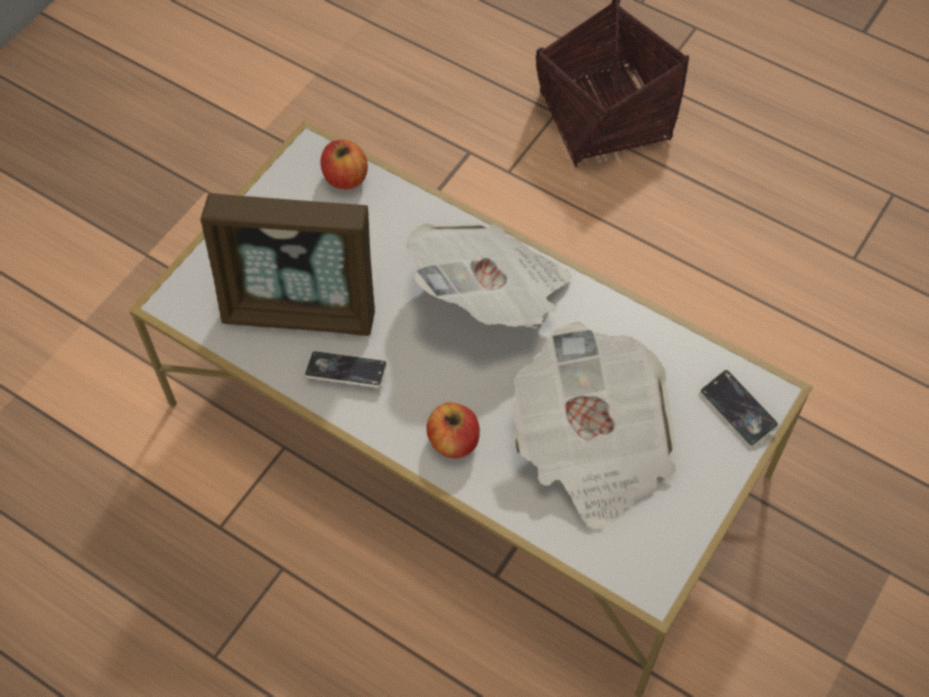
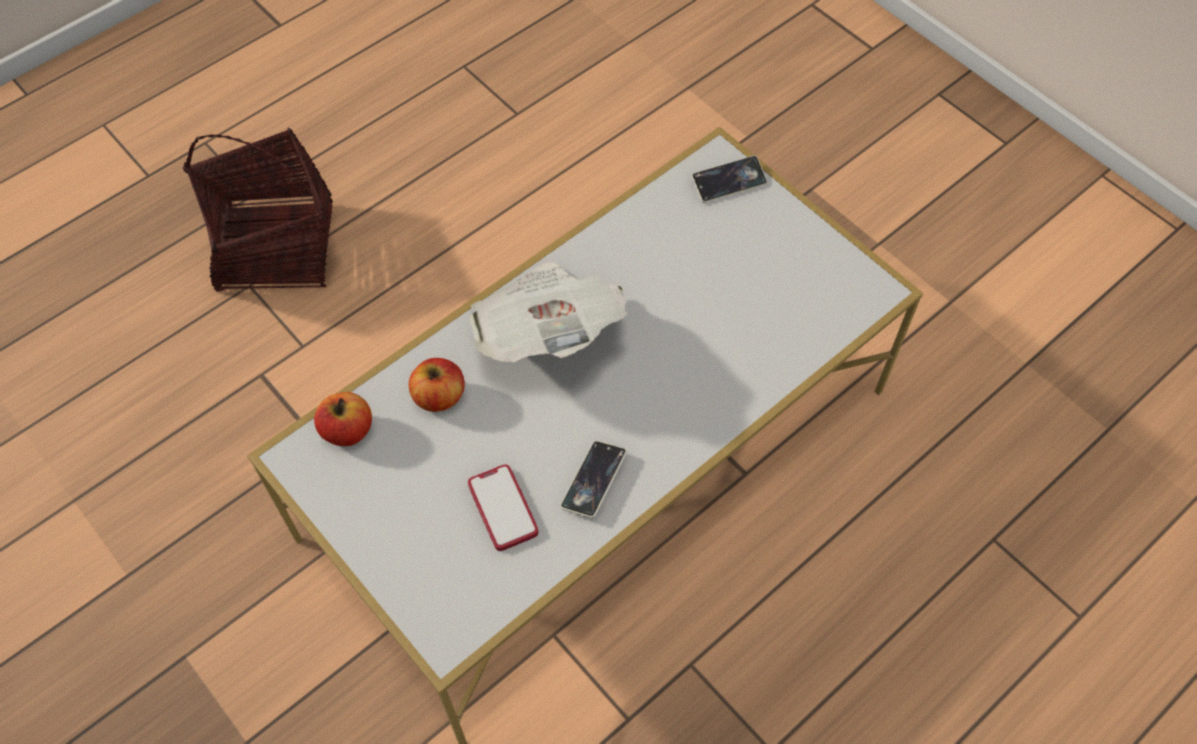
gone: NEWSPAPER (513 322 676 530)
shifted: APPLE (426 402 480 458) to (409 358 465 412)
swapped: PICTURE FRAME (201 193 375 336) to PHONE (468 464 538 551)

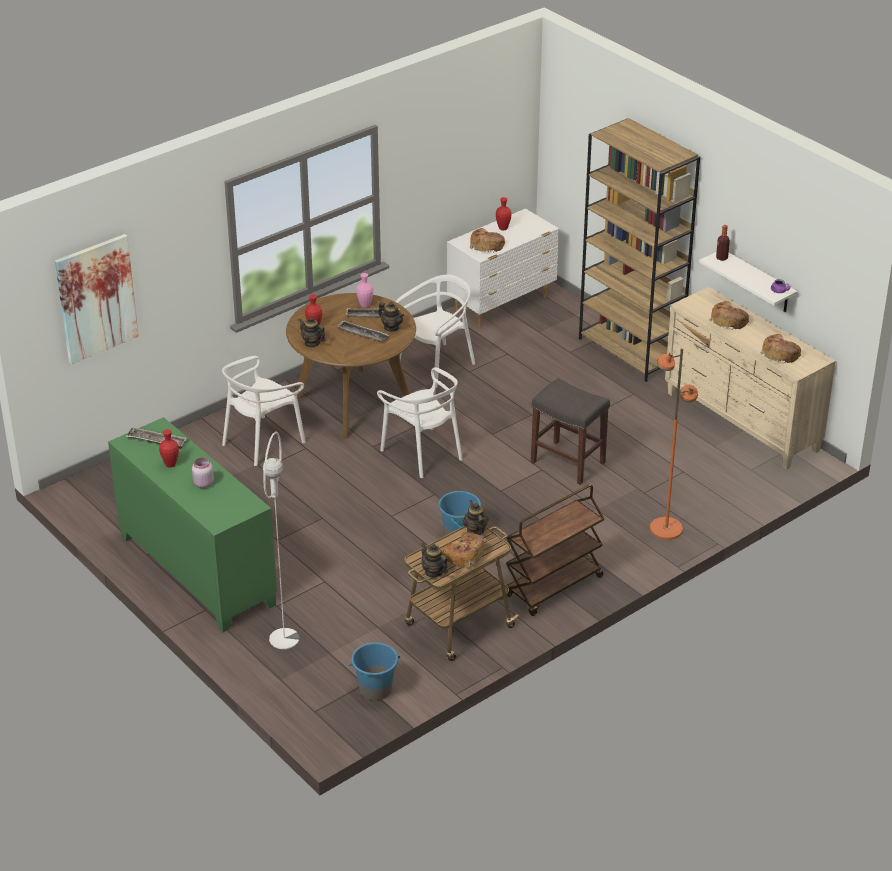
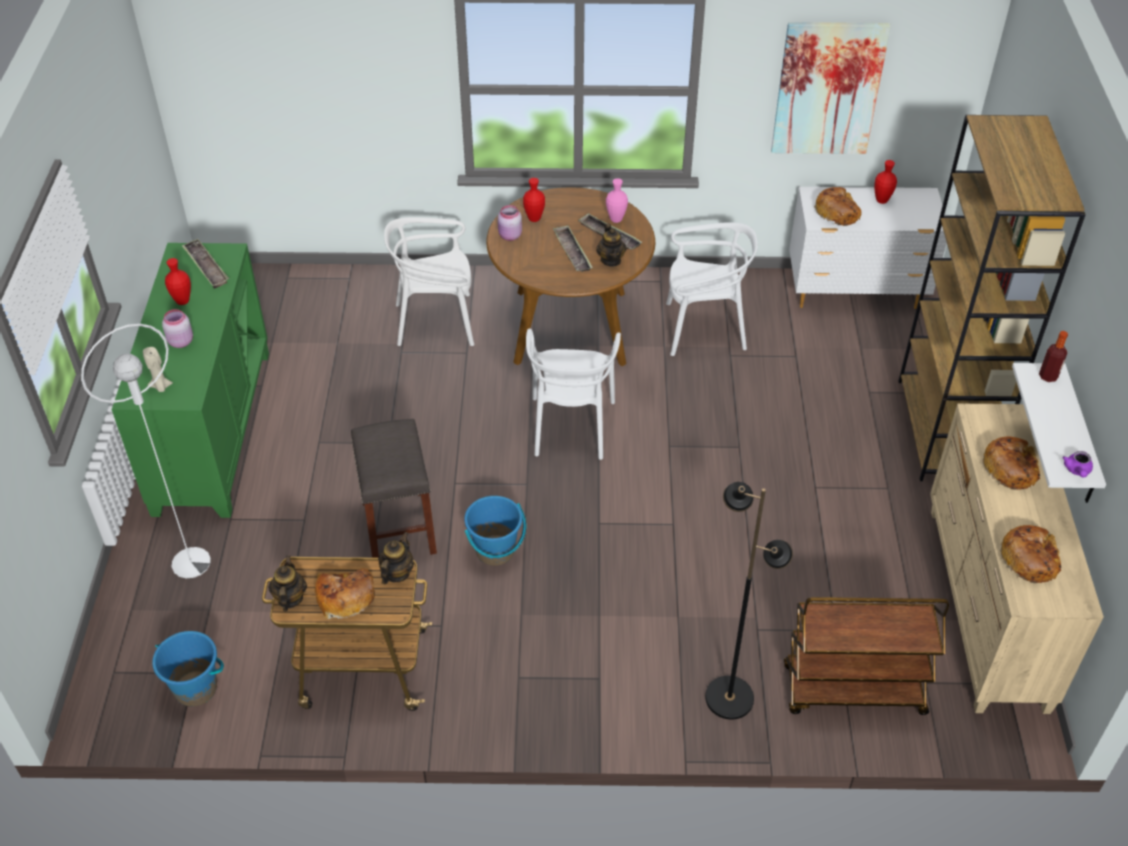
new: BEIGE CANDLE (143 347 173 392)
shifted: GREY STOOL (531 378 610 485) to (351 419 437 558); PICTURE (55 234 139 364) to (771 22 891 154); BROWN CART (506 484 604 616) to (784 597 949 715)
swapped: TEAPOT (299 317 326 348) to PINK JAR (498 205 522 241)
repainted: ORANGE FLOOR LAMP (650 348 698 540) to BLACK FLOOR LAMP (705 482 793 719)

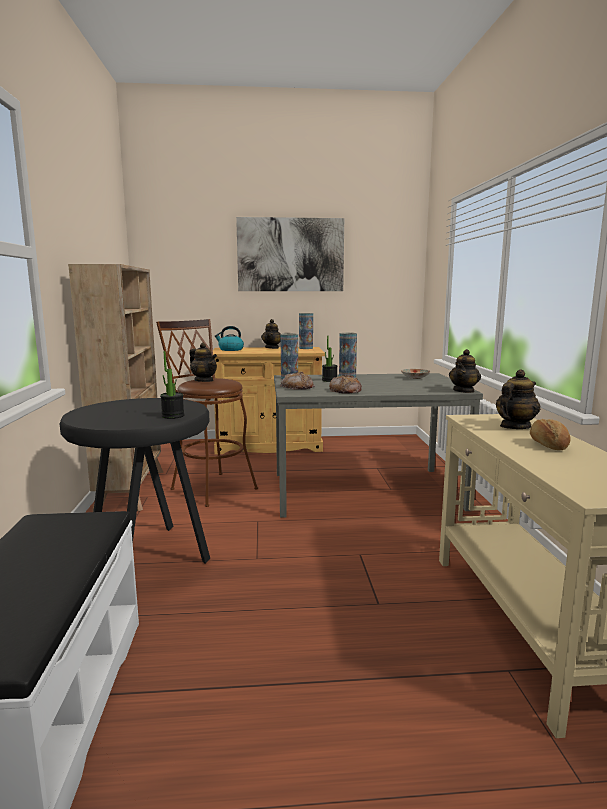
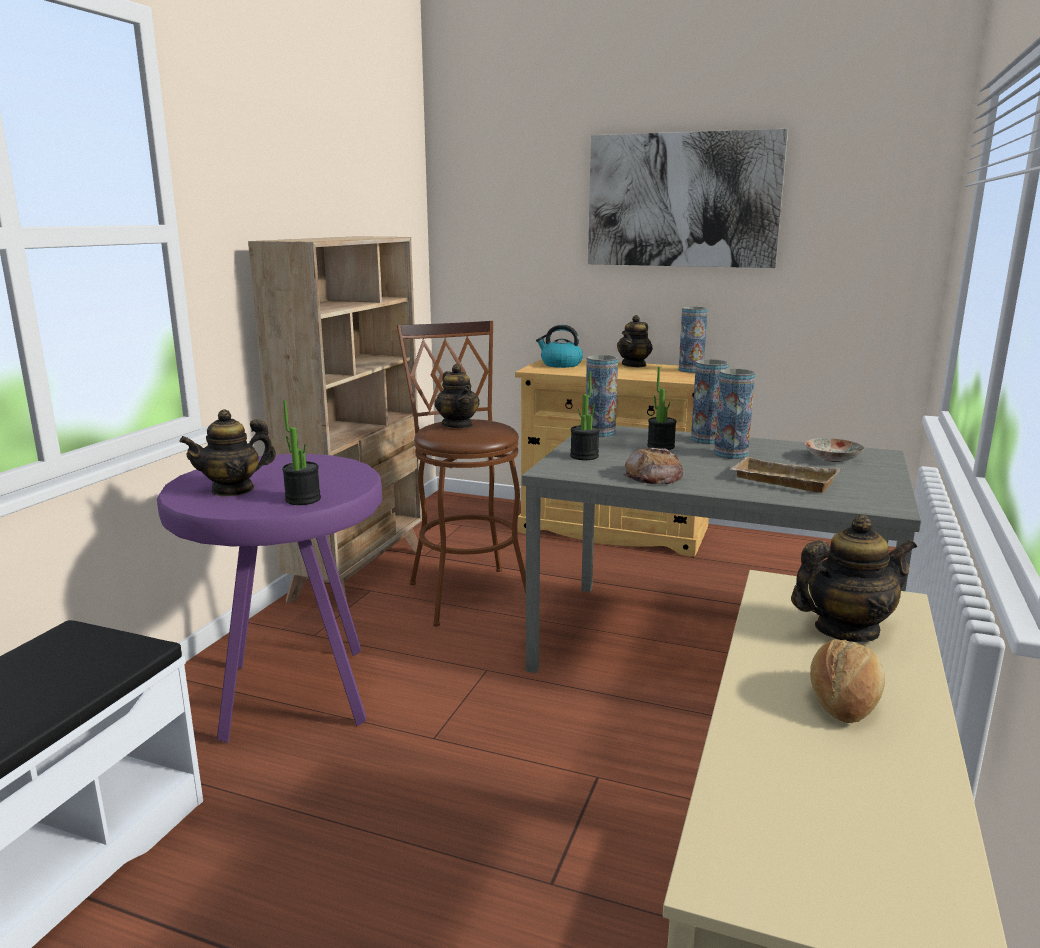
new: VASE (714 369 755 459); BEIGE TRAY (731 456 840 493)
shifted: TEAPOT (449 349 481 393) to (179 409 276 497)
swapped: BREAD (280 372 315 389) to POTTED PLANT (570 371 600 460)
repainted: BLACK STOOL (60 398 210 564) to PURPLE STOOL (157 454 382 743)

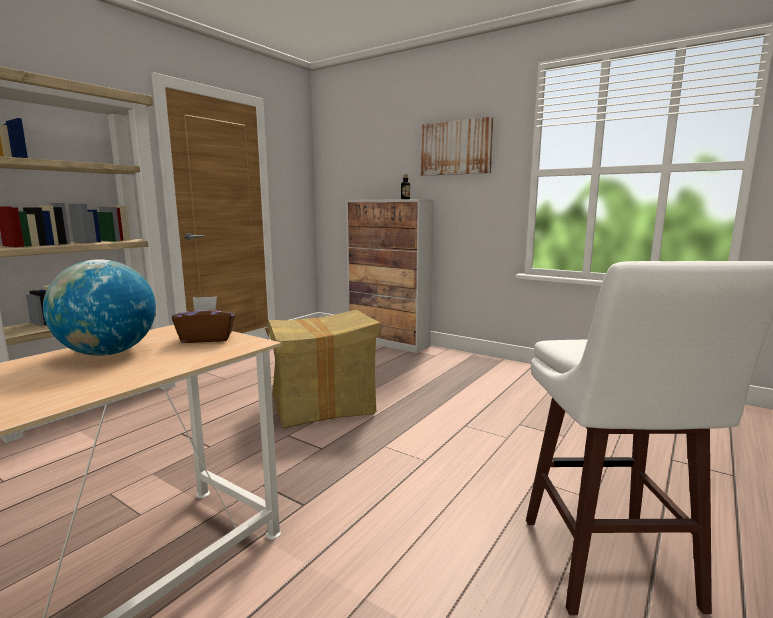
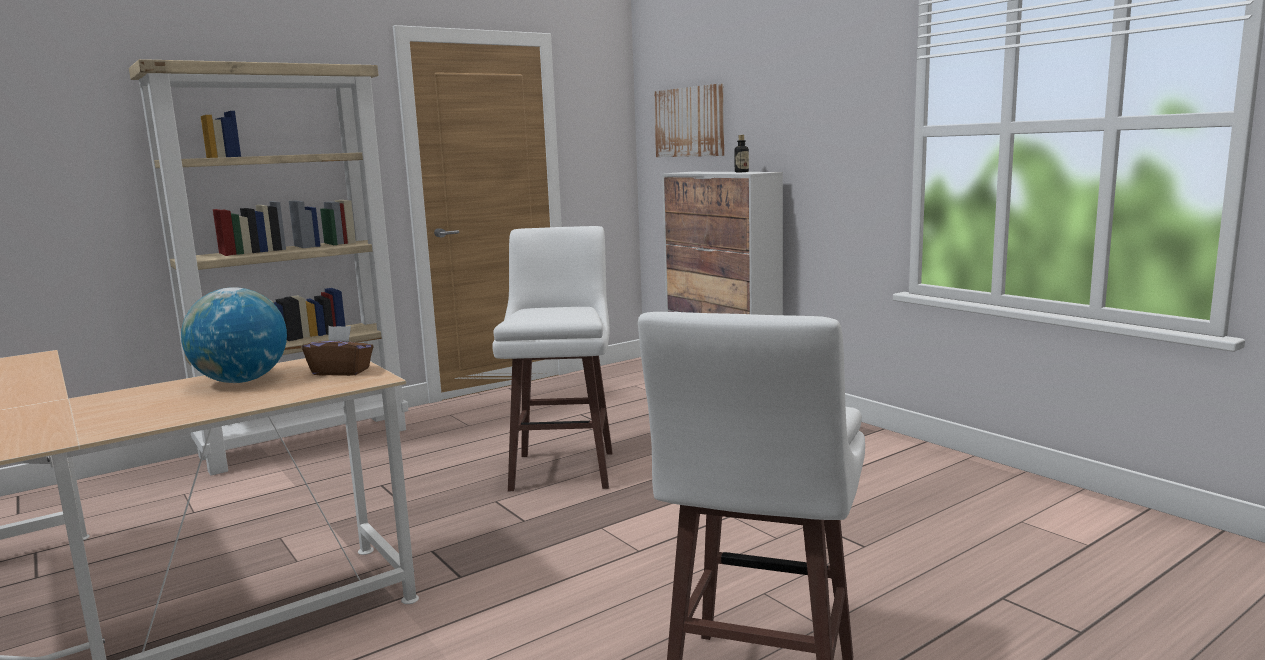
shifted: PICTURE (421 117 493 176) to (654 84 724 157)
swapped: CARDBOARD BOX (268 310 381 428) to WHITE STOOL (492 226 613 491)

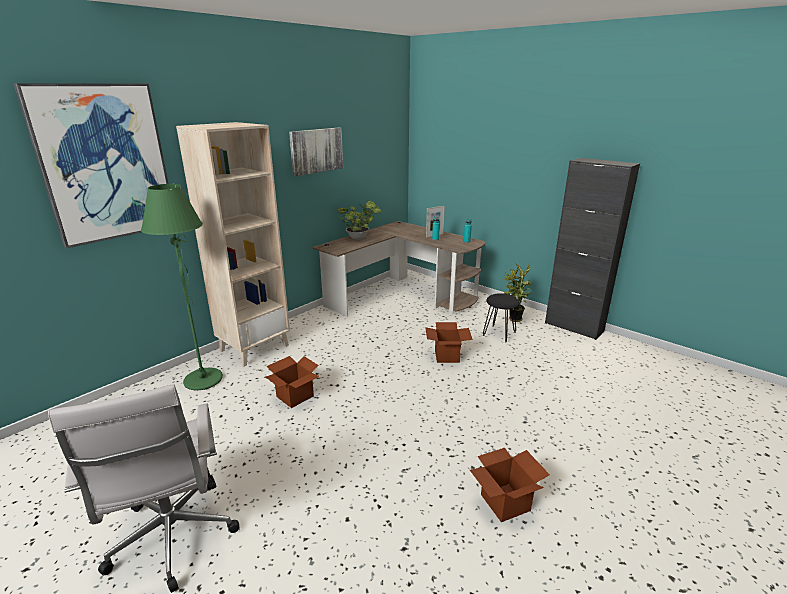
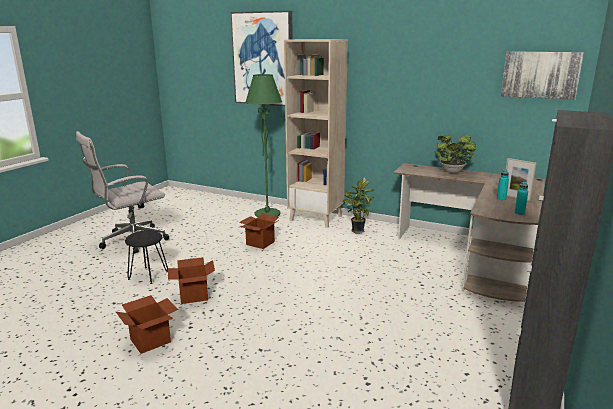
shifted: BLACK STOOL (483 293 519 342) to (125 230 168 284); CARDBOARD BOX (425 322 473 363) to (168 257 215 304); POTTED PLANT (504 264 532 322) to (343 177 375 234); PICTURE (289 127 343 176) to (501 51 584 100)

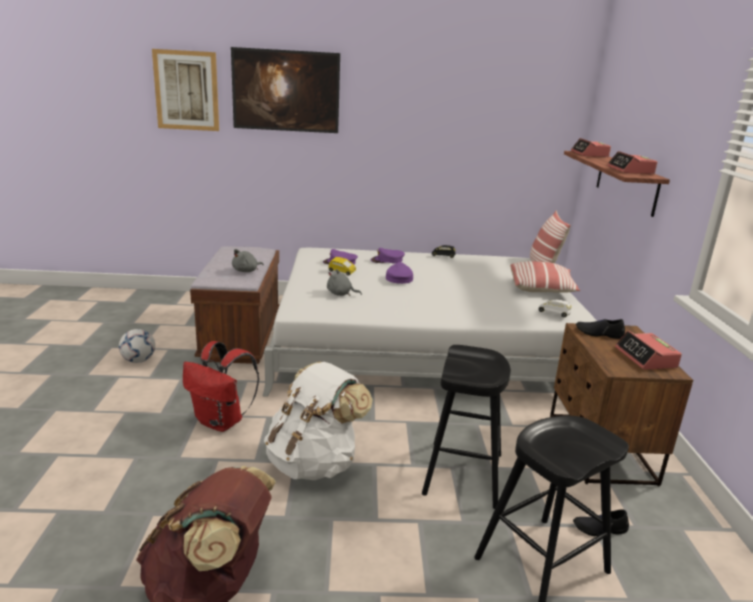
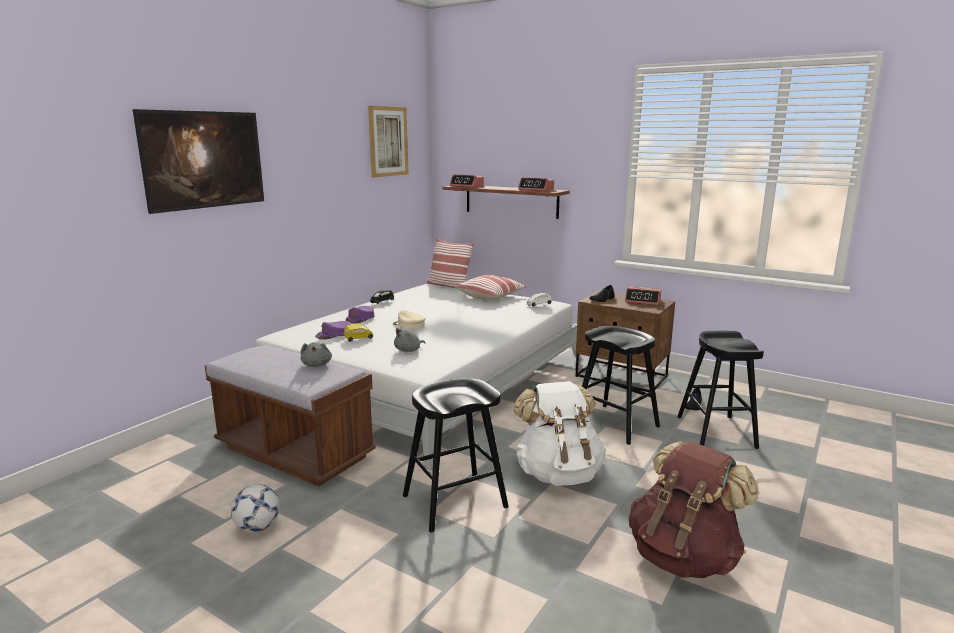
shifted: PICTURE (152 49 219 131) to (368 106 409 178)
swapped: RED BACKPACK (183 341 259 432) to BLACK STOOL (403 379 509 532)
repainted: PURPLE CAP (386 262 413 284) to BEIGE CAP (393 310 426 329)

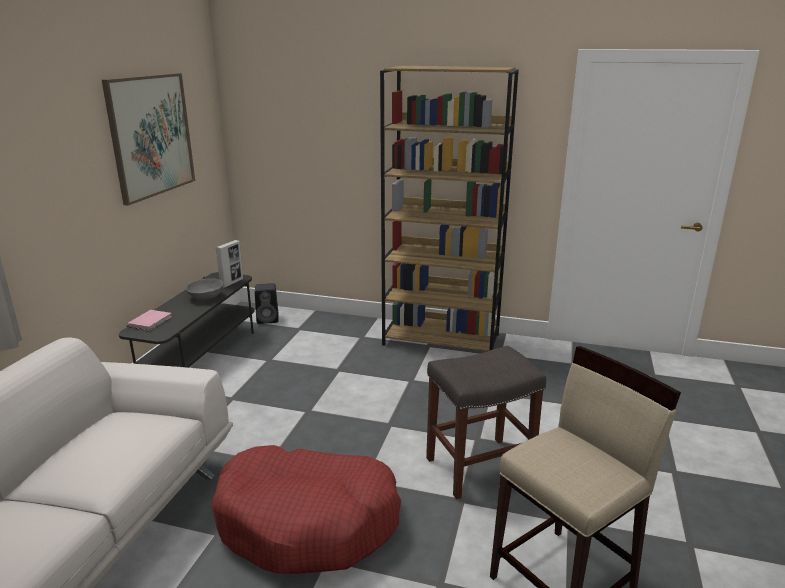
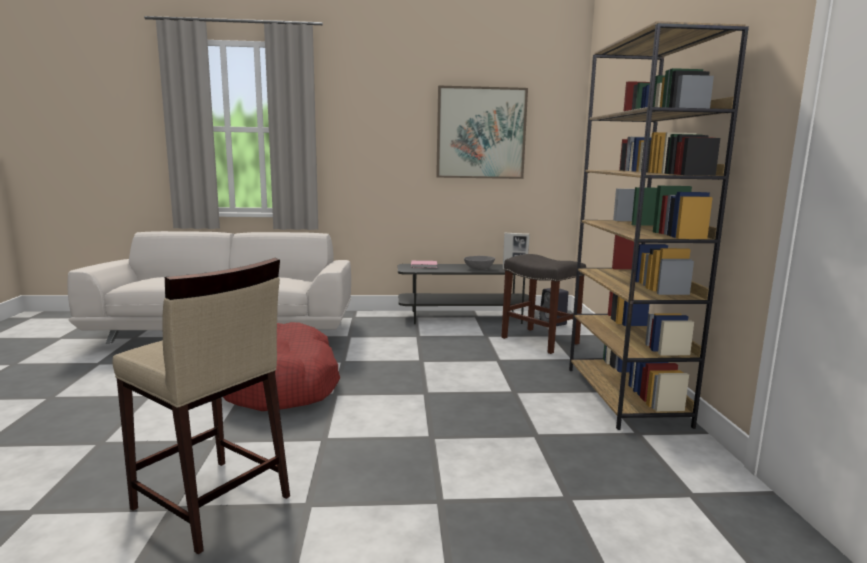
shifted: GREY STOOL (426 346 546 499) to (501 254 586 354)

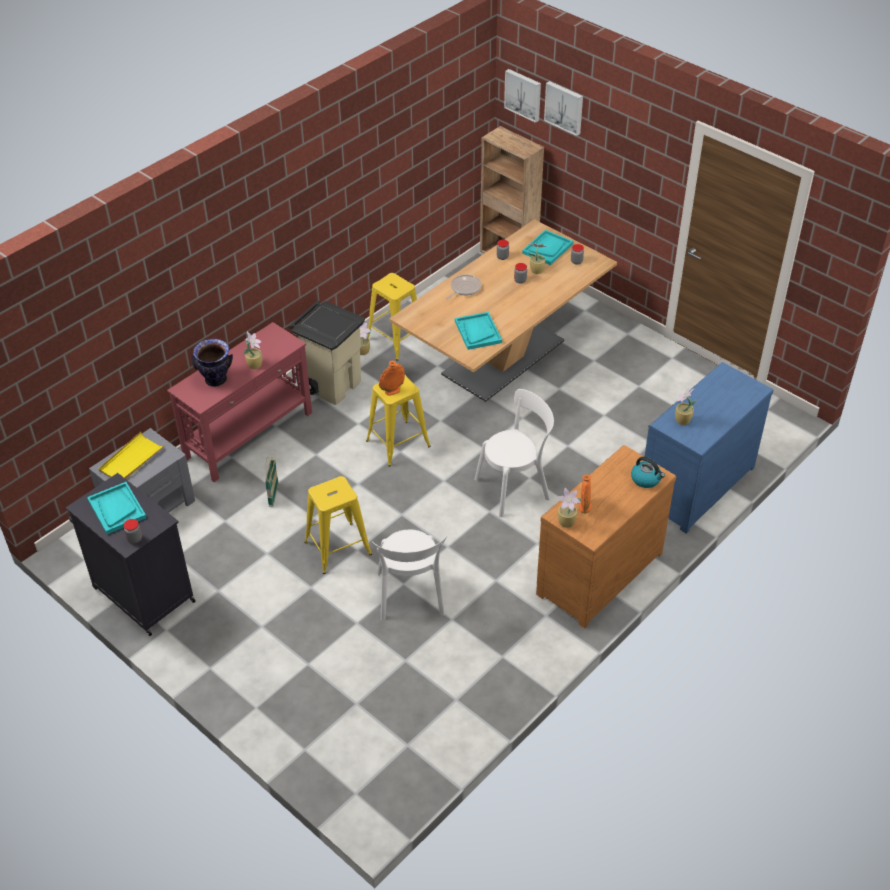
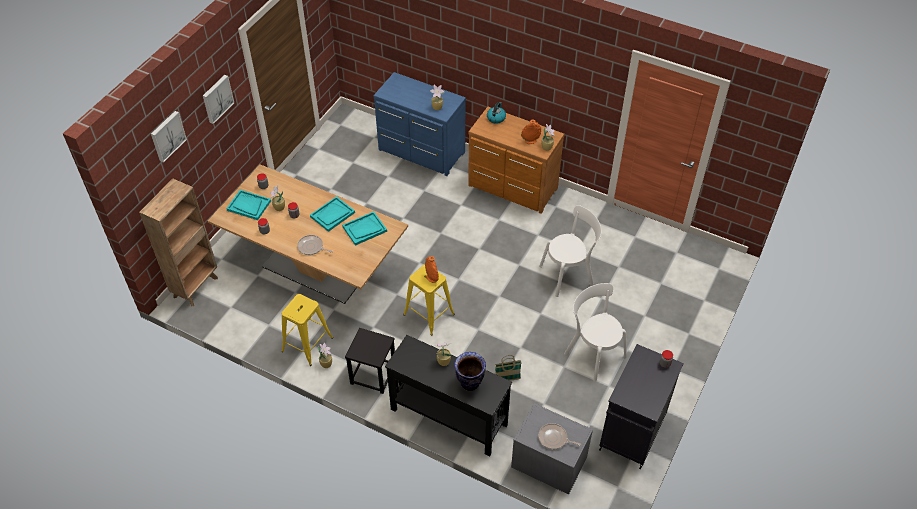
gone: YELLOW STOOL (304 476 372 574)
shifted: PICTURE (504 69 541 123) to (203 75 234 124); TURQUOISE TRAY (87 482 146 534) to (310 196 355 232); WHITE CHAIR (475 389 554 517) to (564 283 627 382)
swapped: BEIGE TRASH CAN (289 301 365 405) to BLACK STOOL (345 328 395 394); YELLOW TRAY (99 432 165 480) to FRYING PAN (538 423 581 450)
repainted: RED CONSOLE TABLE (167 322 312 482) to BLACK CONSOLE TABLE (385 335 512 456)

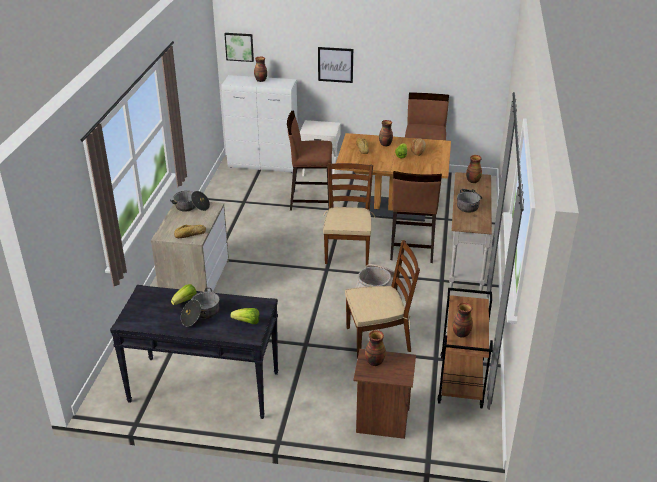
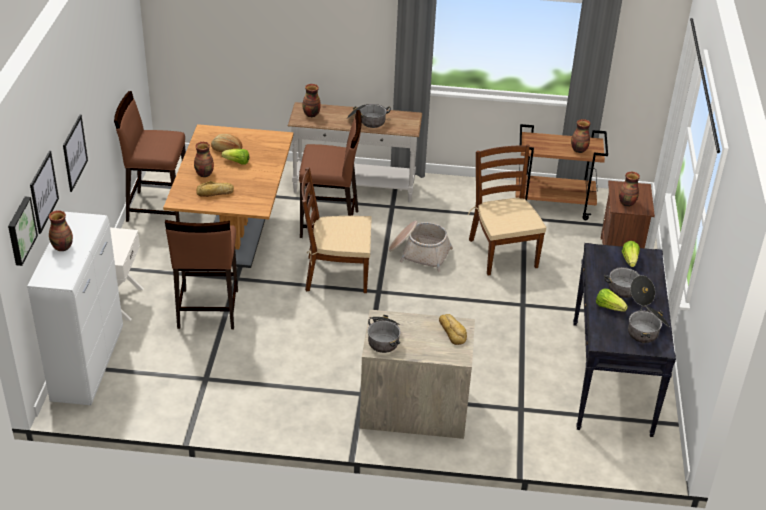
new: PICTURE (30 151 59 234); COOKING POT (628 306 670 343)

